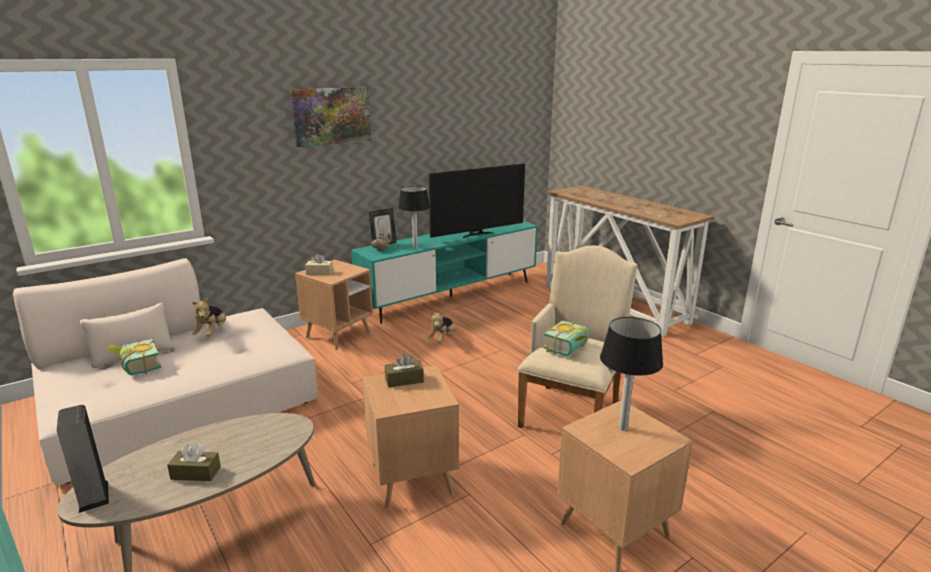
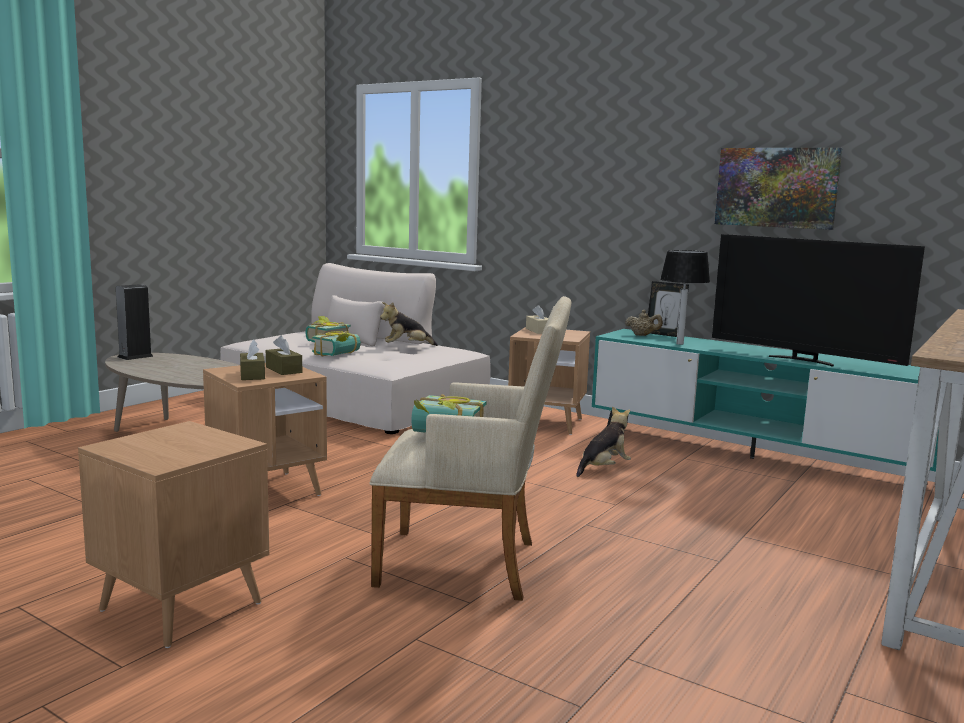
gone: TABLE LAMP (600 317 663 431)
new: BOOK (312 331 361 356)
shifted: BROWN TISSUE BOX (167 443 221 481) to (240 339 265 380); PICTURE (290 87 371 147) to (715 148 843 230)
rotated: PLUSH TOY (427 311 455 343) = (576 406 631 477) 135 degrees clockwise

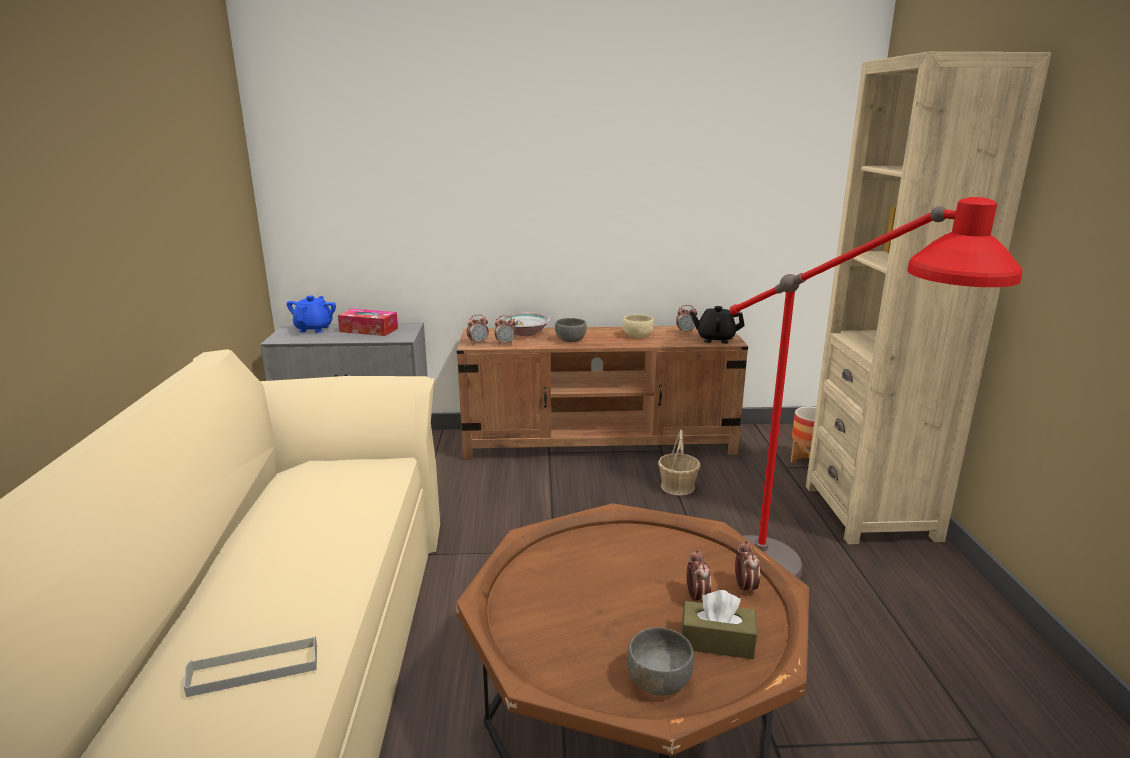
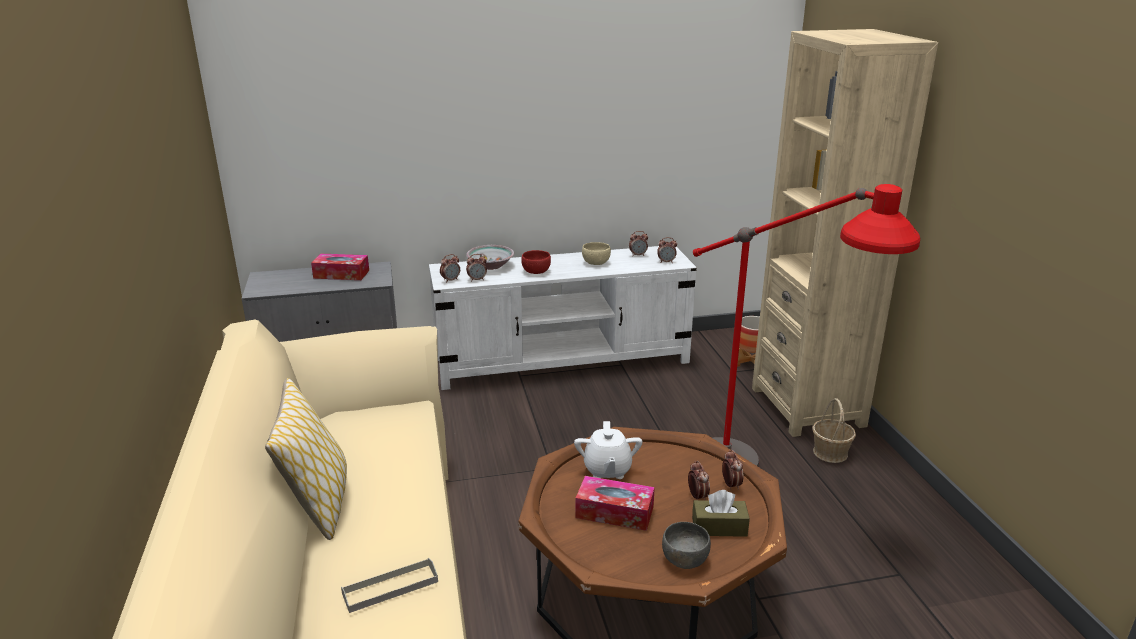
gone: BLUE TEAPOT (287 296 336 333)
new: PILLOW (265 378 347 540); WHITE TEAPOT (574 421 642 479); TISSUE BOX (575 476 655 531)
shifted: BASKET (658 430 701 495) to (812 398 856 463)
swapped: BLACK TEAPOT (690 306 745 344) to ALARM CLOCK (657 237 677 263)
repainted: BROWN TV STAND (457 326 748 460) to WHITE TV STAND (429 246 697 390); GREY BOWL (555 318 587 342) to RED BOWL (521 250 551 274)

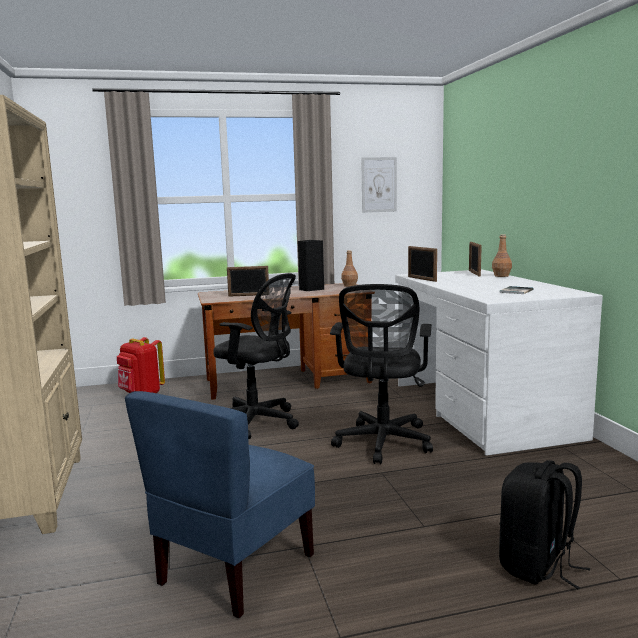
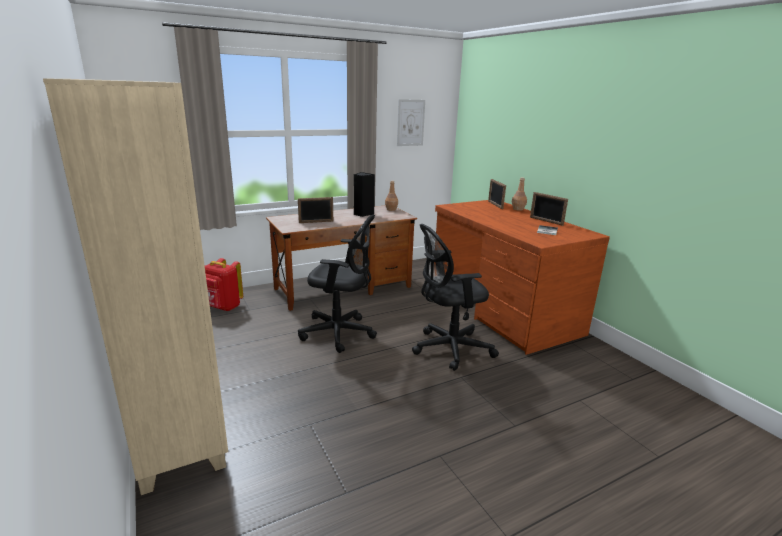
gone: BLUE CHAIR (125 391 315 618); BLACK BACKPACK (499 460 590 589)
shifted: PICTURE FRAME (408 246 437 282) to (530 192 568 226)
repainted: WHITE DESK (395 269 603 456) to BROWN DESK (434 200 610 355)
rotated: BLACK OFFICE CHAIR (330 284 433 464) = (412 224 499 371) 75 degrees clockwise

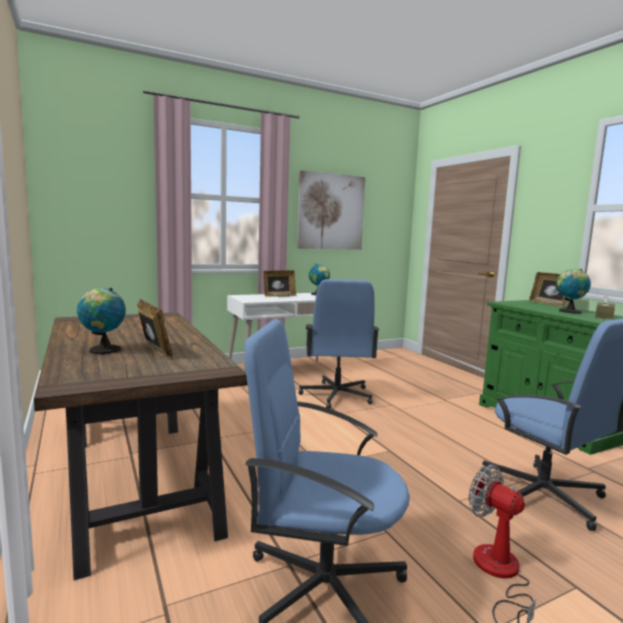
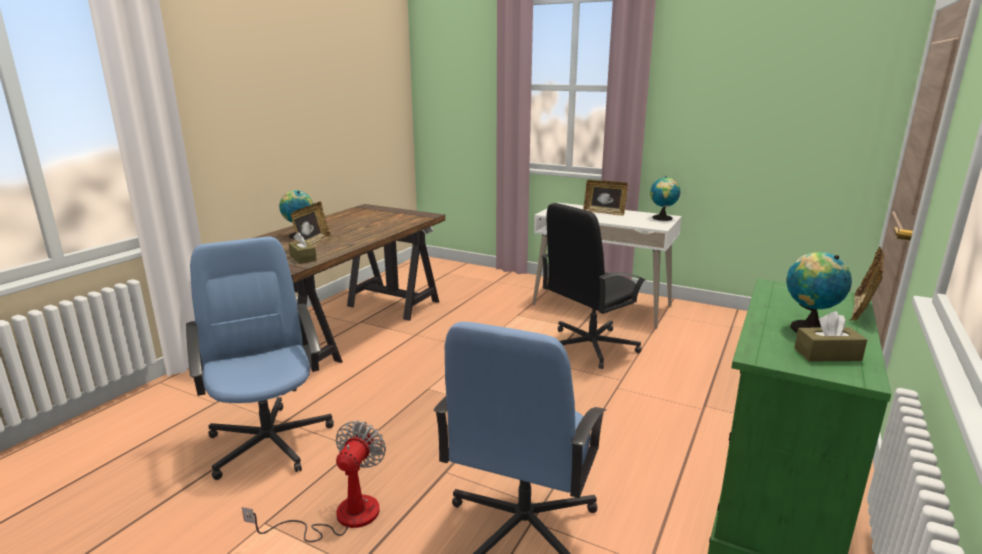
gone: PICTURE (297 170 365 250)
new: BROWN TISSUE BOX (289 232 317 264)
repainted: BLUE OFFICE CHAIR (298 279 380 409) to BLACK OFFICE CHAIR (541 203 646 369)

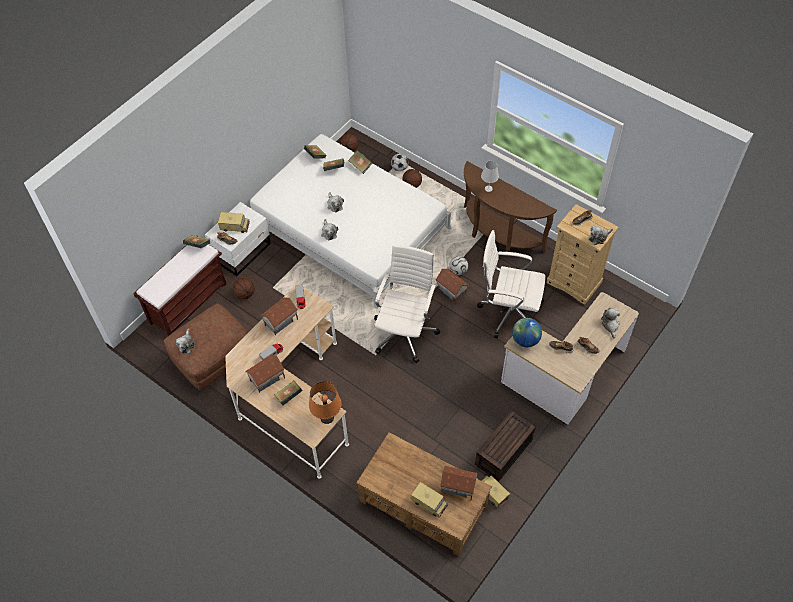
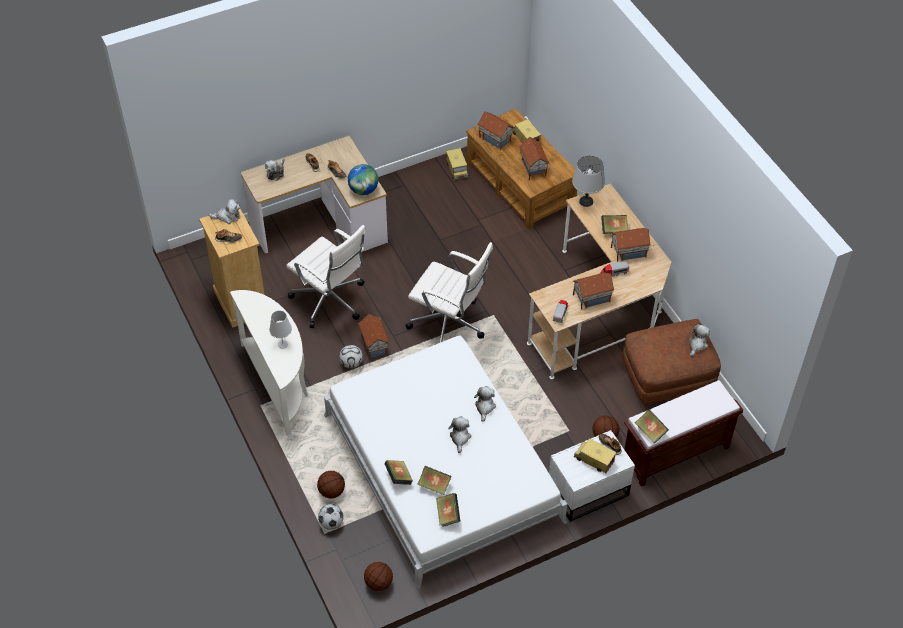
gone: BROWN STORAGE BOX (475 410 536 482)
new: TOY HOUSE (519 137 550 180)
repainted: BROWN CONSOLE TABLE (464 161 557 256) to WHITE CONSOLE TABLE (230 290 308 436); ORANGE TABLE LAMP (309 381 341 424) to GREY TABLE LAMP (572 156 605 207)
rotated: WHITE OFFICE CHAIR (374 245 440 363) = (405 242 493 343) 105 degrees counterclockwise

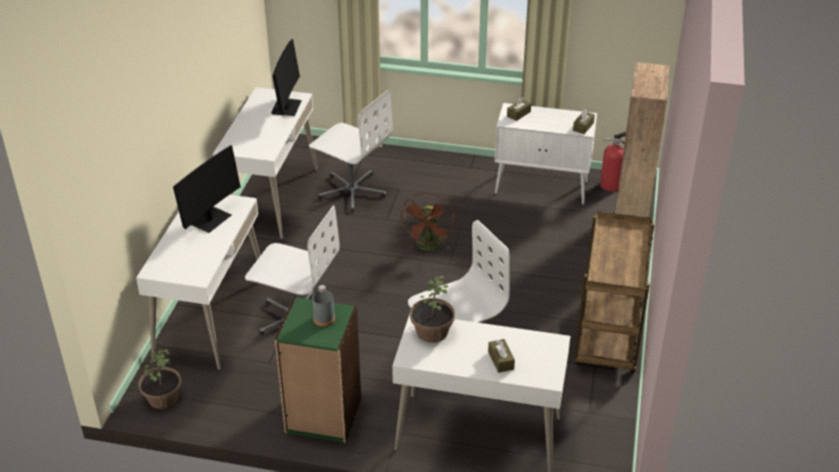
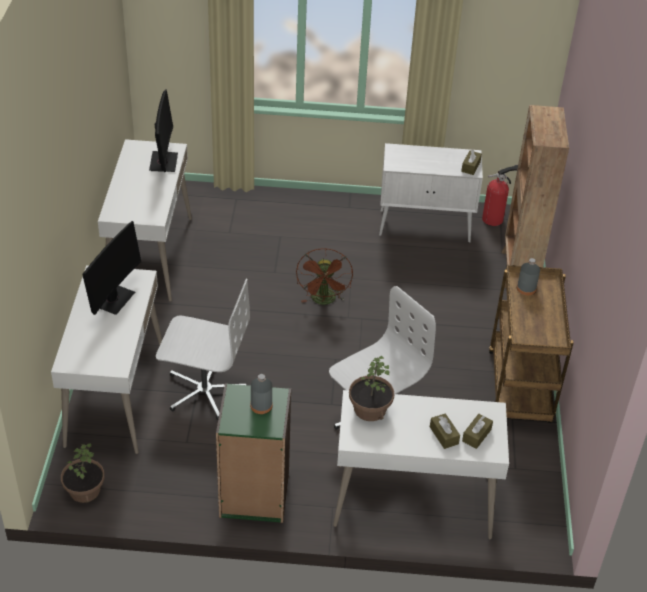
gone: WHITE OFFICE CHAIR (309 90 393 212)
new: GREY BOTTLE (517 258 540 295)
shifted: BROWN TISSUE BOX (507 97 531 121) to (462 414 493 449)

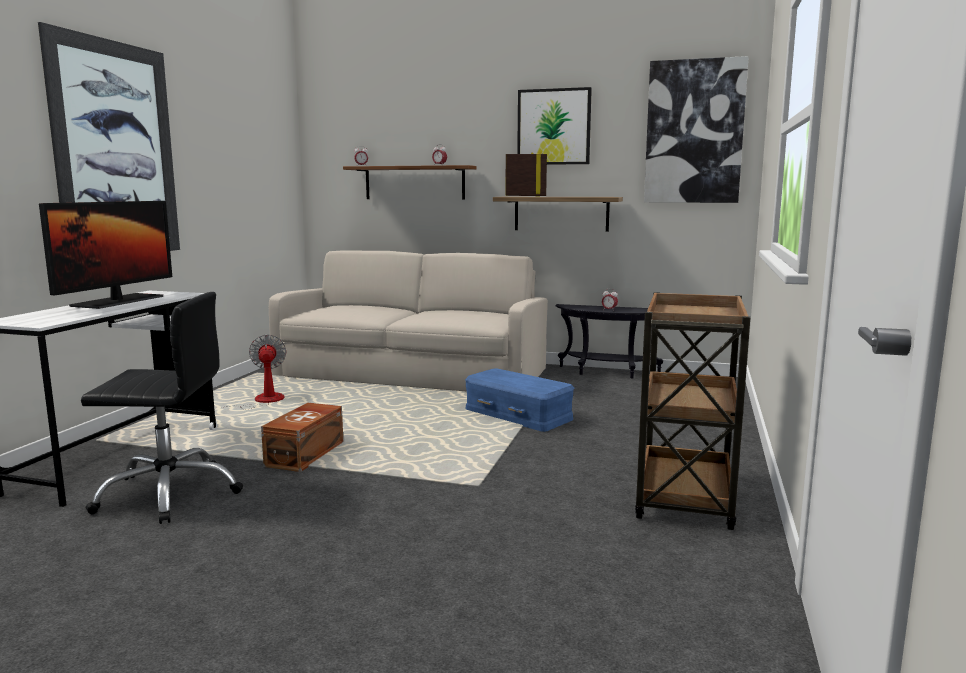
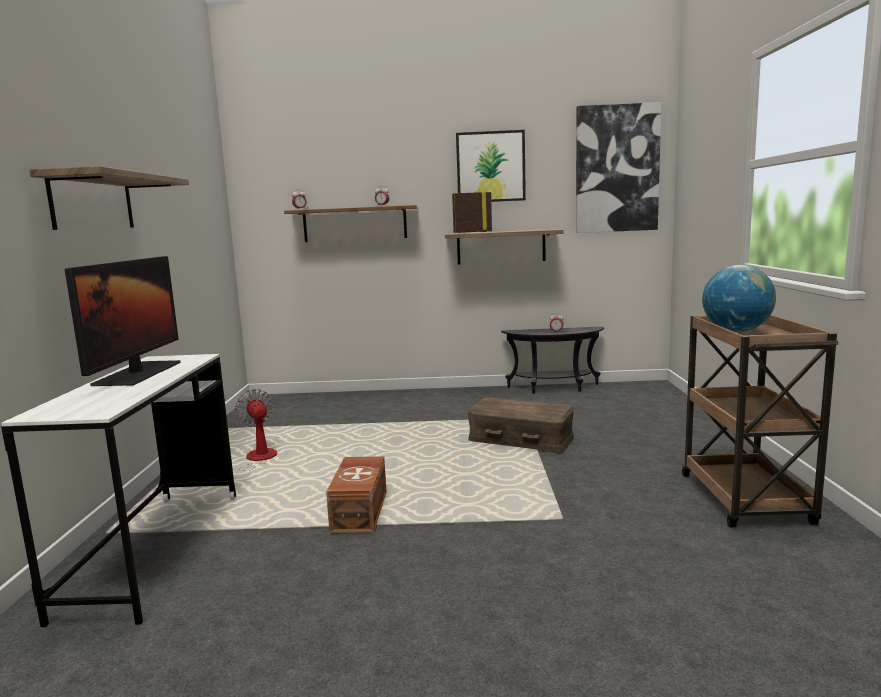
gone: BLACK OFFICE CHAIR (81 292 243 524); BEIGE SOFA (269 250 548 392)
new: GLOBE (702 265 776 332)
swapped: PICTURE (38 22 180 251) to SHELF (30 166 189 230)
repainted: BLUE STORAGE BOX (465 368 574 432) to BROWN STORAGE BOX (467 398 574 454)

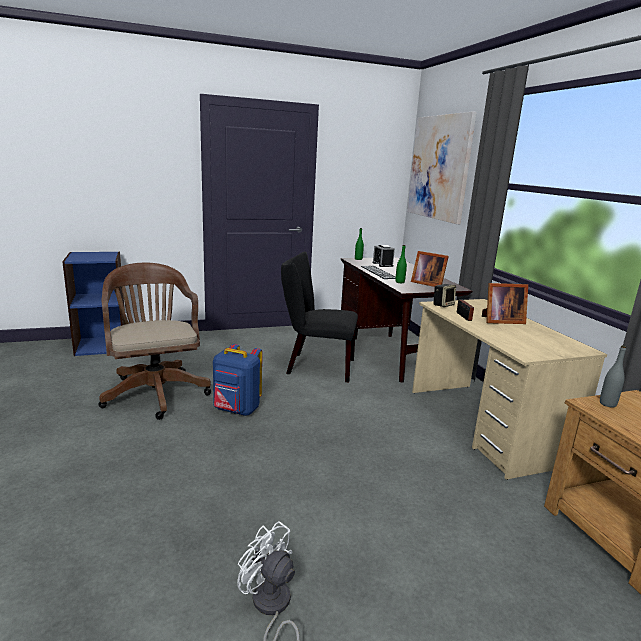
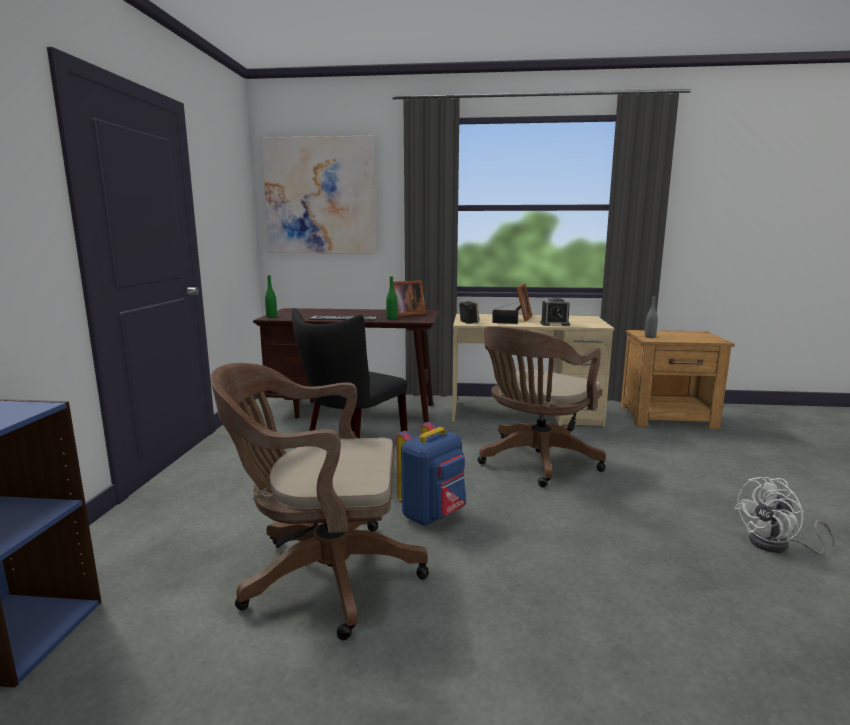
new: BROWN OFFICE CHAIR (478 326 606 487)
shifted: ALARM CLOCK (372 245 395 267) to (540 298 570 326)

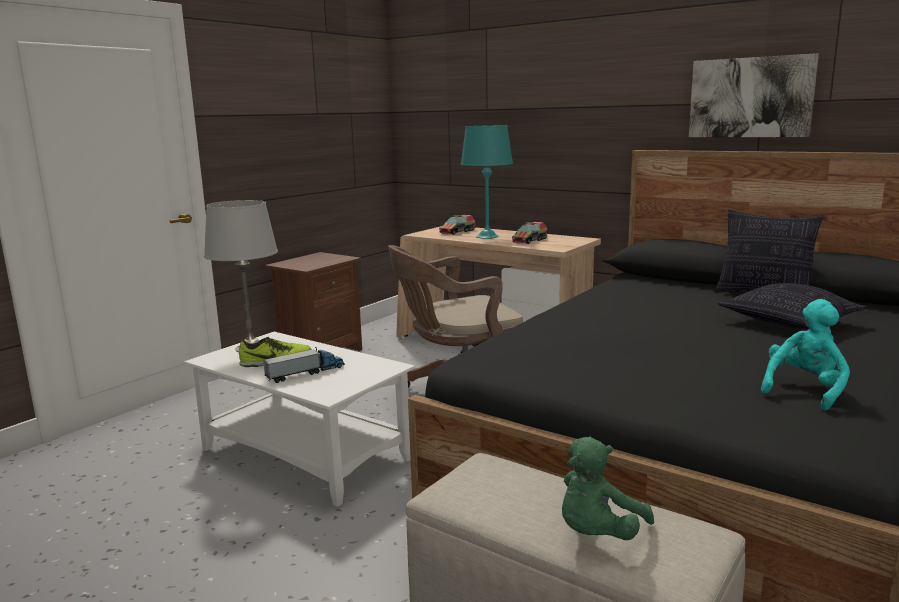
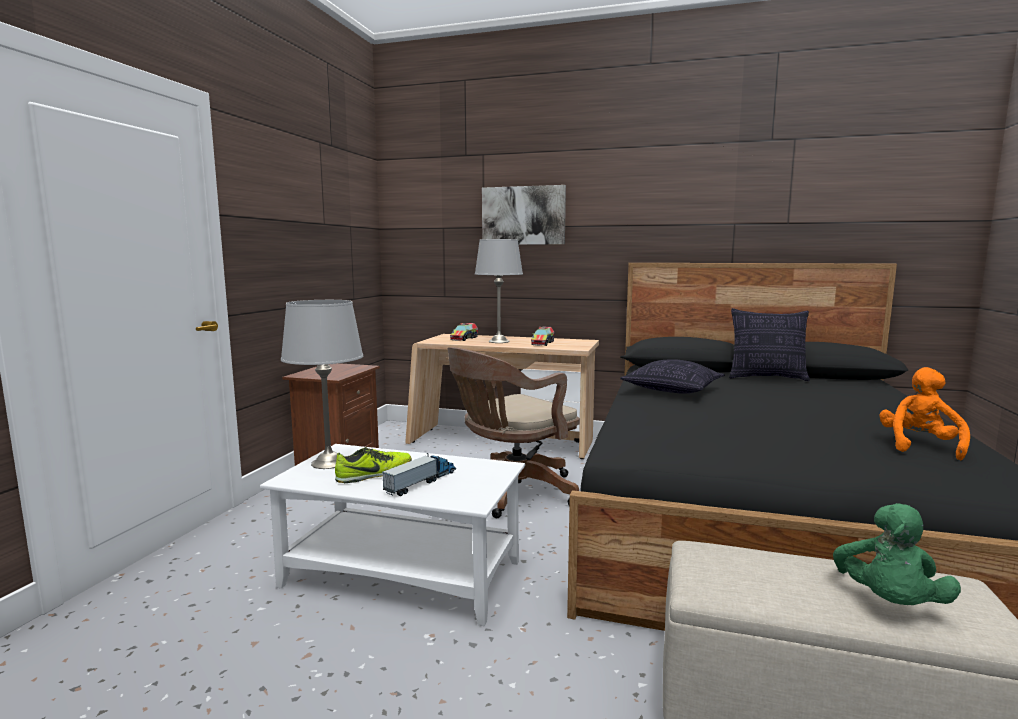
shifted: PICTURE (689 53 819 137) to (482 185 566 245); PILLOW (718 283 867 329) to (620 359 725 394)
repainted: TURQUOISE TABLE LAMP (461 125 513 239) to GREY TABLE LAMP (475 239 523 343); TURQUOISE PLUSH TOY (761 299 850 411) to ORANGE PLUSH TOY (879 367 970 460)

